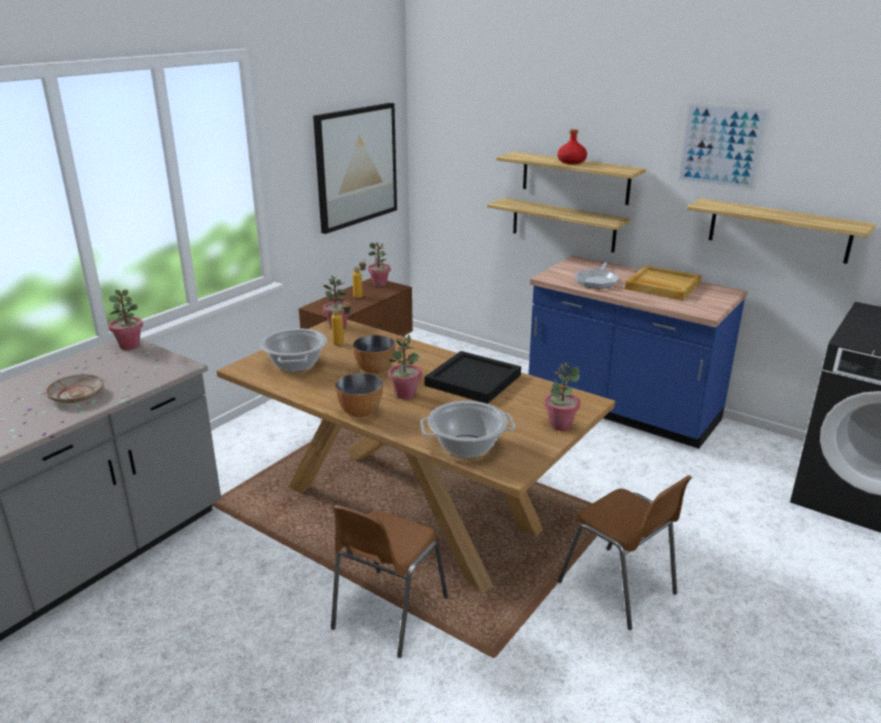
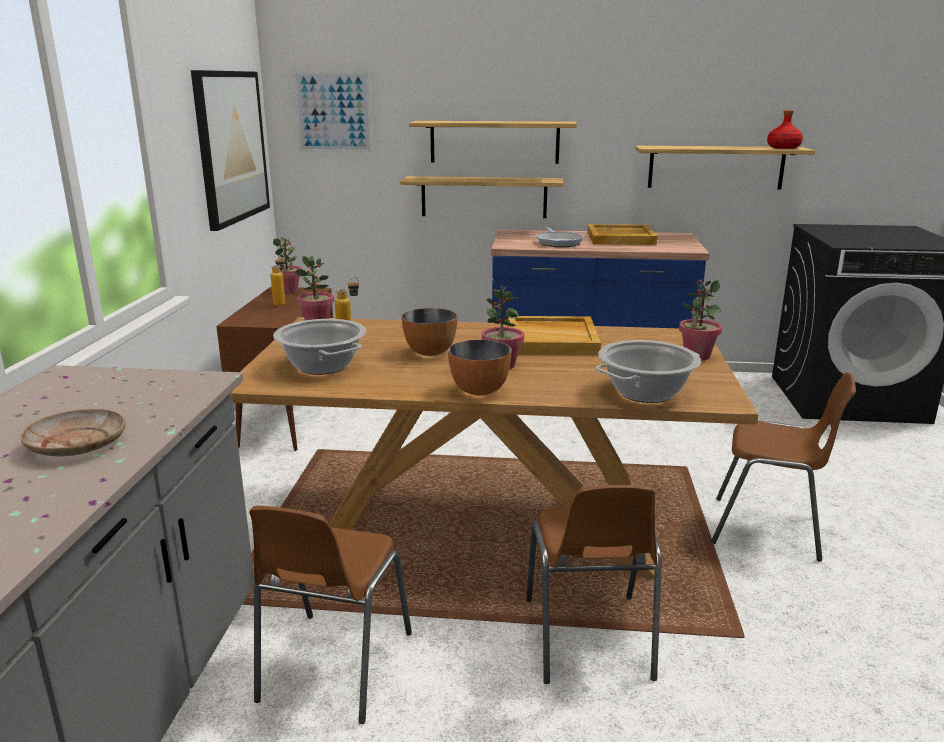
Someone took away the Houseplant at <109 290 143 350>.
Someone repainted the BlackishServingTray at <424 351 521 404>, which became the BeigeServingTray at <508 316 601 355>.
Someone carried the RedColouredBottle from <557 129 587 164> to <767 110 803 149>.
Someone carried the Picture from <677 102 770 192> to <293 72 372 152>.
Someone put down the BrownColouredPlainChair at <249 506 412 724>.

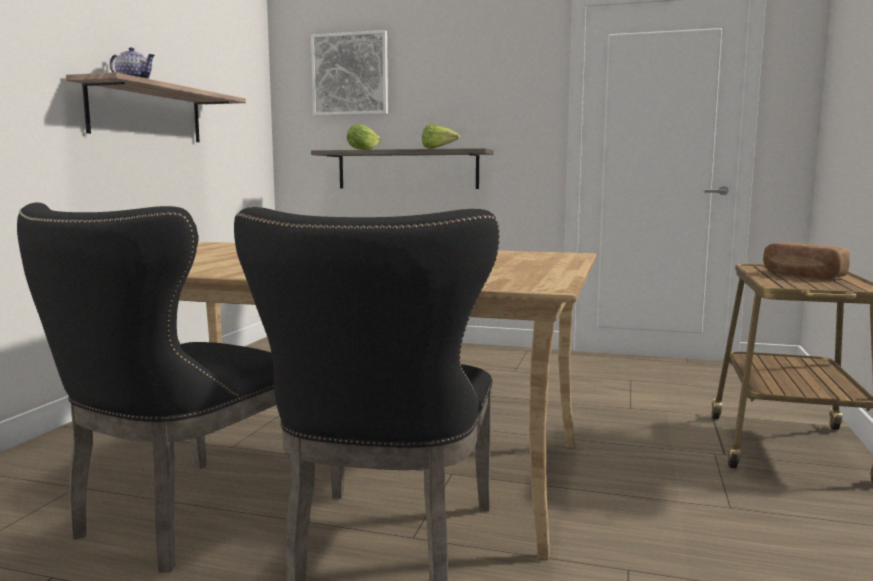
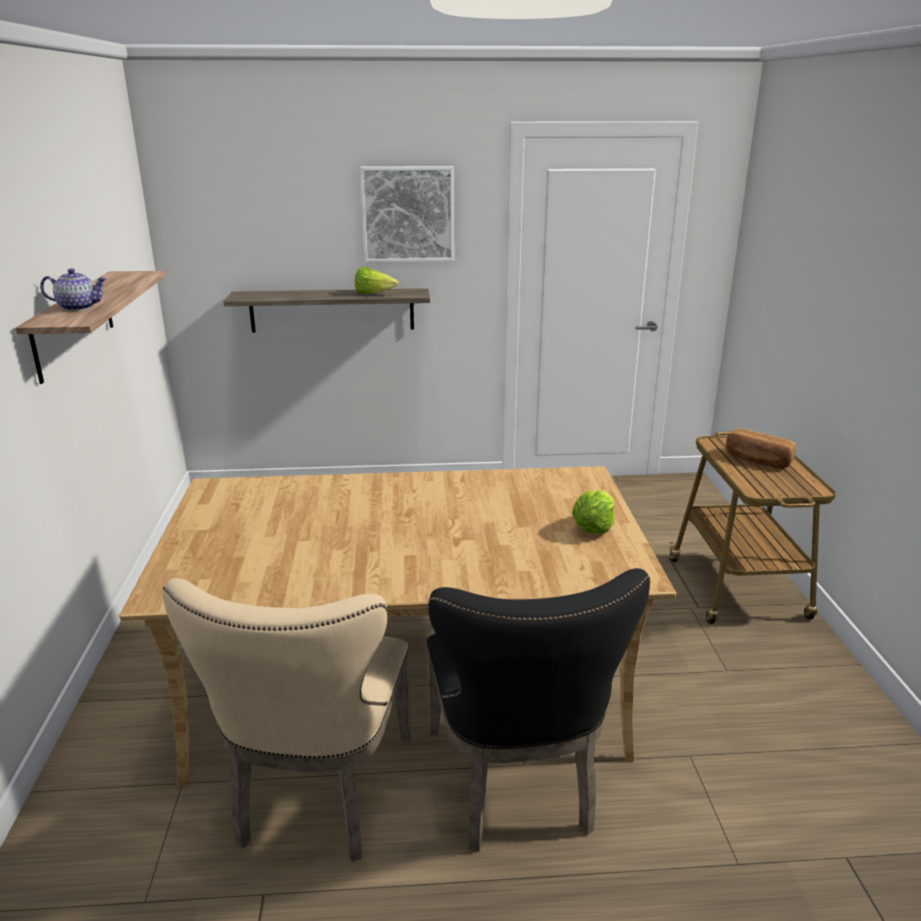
Someone repainted the BlackishPlainChair at <17 203 277 573>, which became the BeigePlainChair at <163 578 411 862>.
Someone carried the Picture from <311 30 388 116> to <360 166 454 263>.
Someone carried the HeadOfLettuce from <347 124 381 150> to <572 490 615 534>.

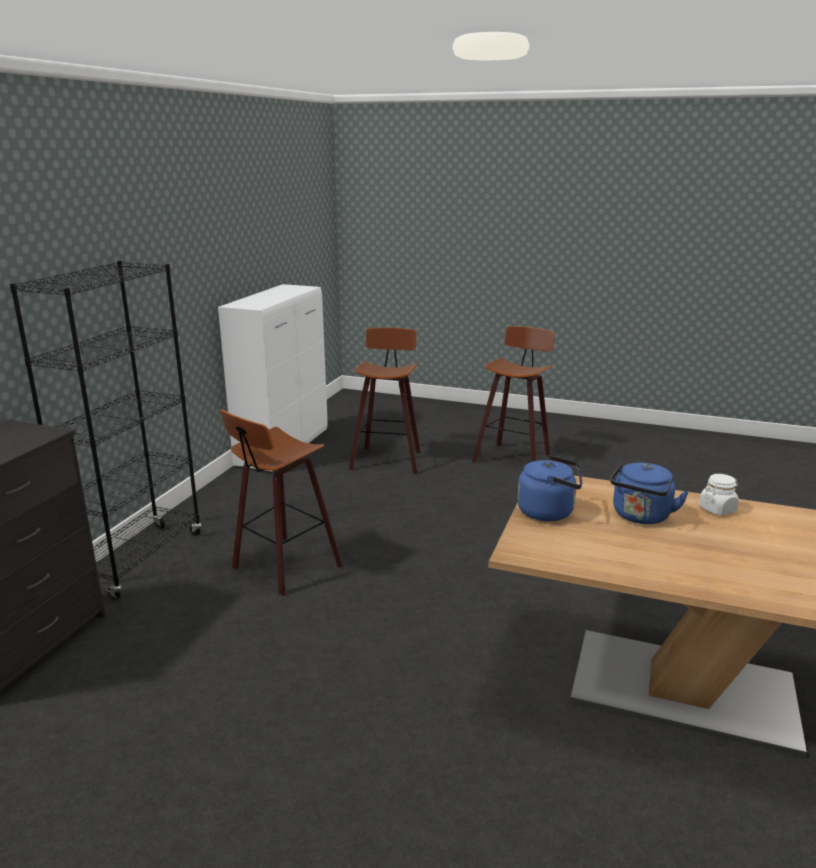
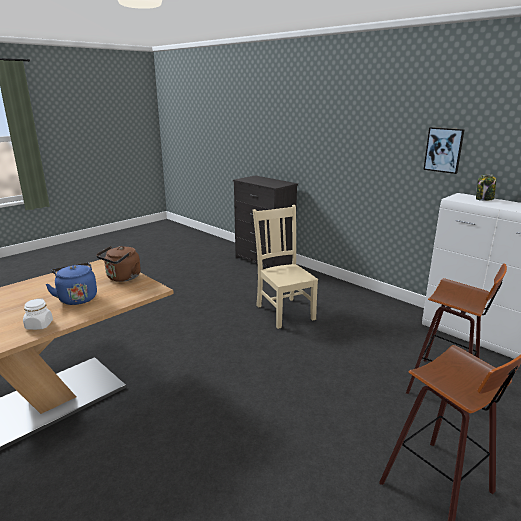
Someone took away the BlackishShelvingUnit at <10 261 201 600>.
Someone swapped the StoolSeat at <220 410 342 596> for the BeigePlainChair at <253 205 318 329>.
Someone repainted the BluishTeaKettle at <517 455 582 521>, which became the BrownColouredTeaKettle at <96 246 141 282>.
Someone put up the Picture at <423 127 465 174>.
Someone put down the StorageJar at <476 174 496 201>.

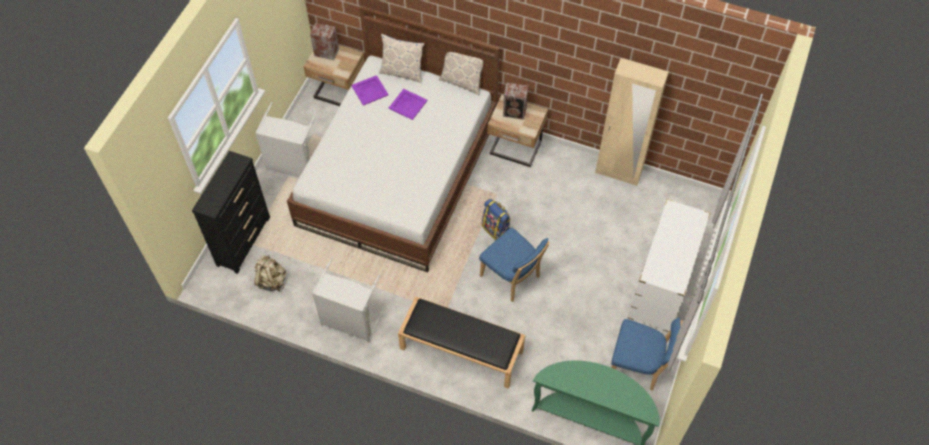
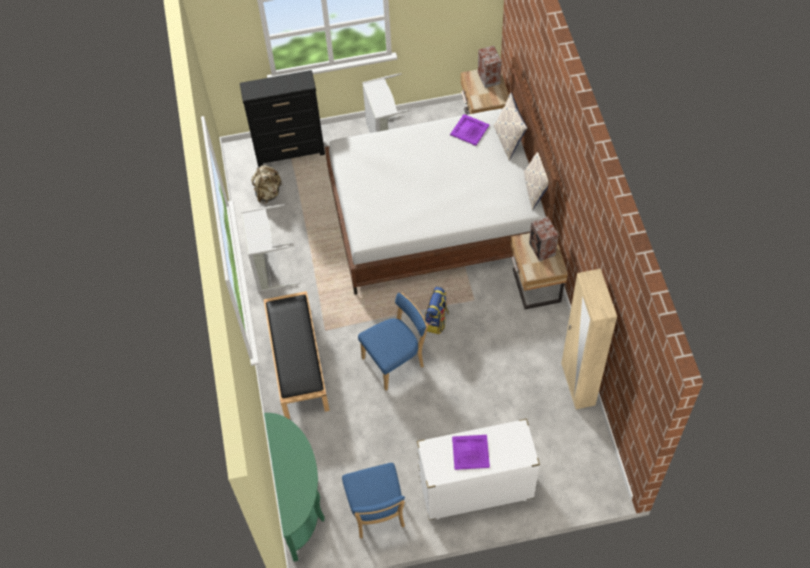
Someone carried the PurpleColouredServingTray from <389 89 427 120> to <452 435 490 470>.
Someone rotated the BluishPlainChair at <479 227 550 302> by 135 degrees counterclockwise.

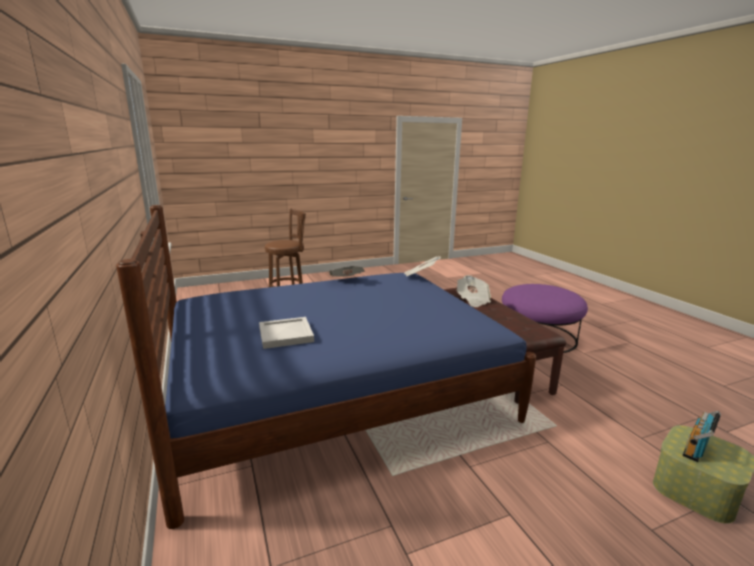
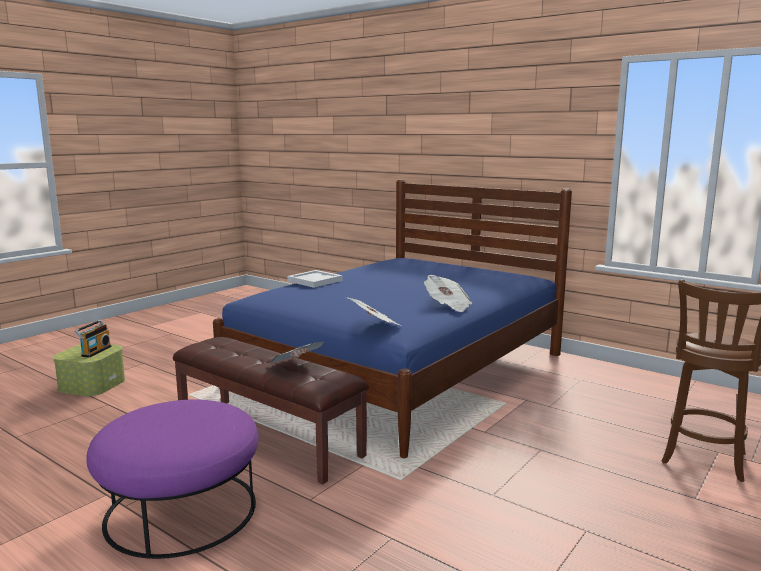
Someone carried the WhitishServingTray from <259 317 314 349> to <287 270 342 288>.

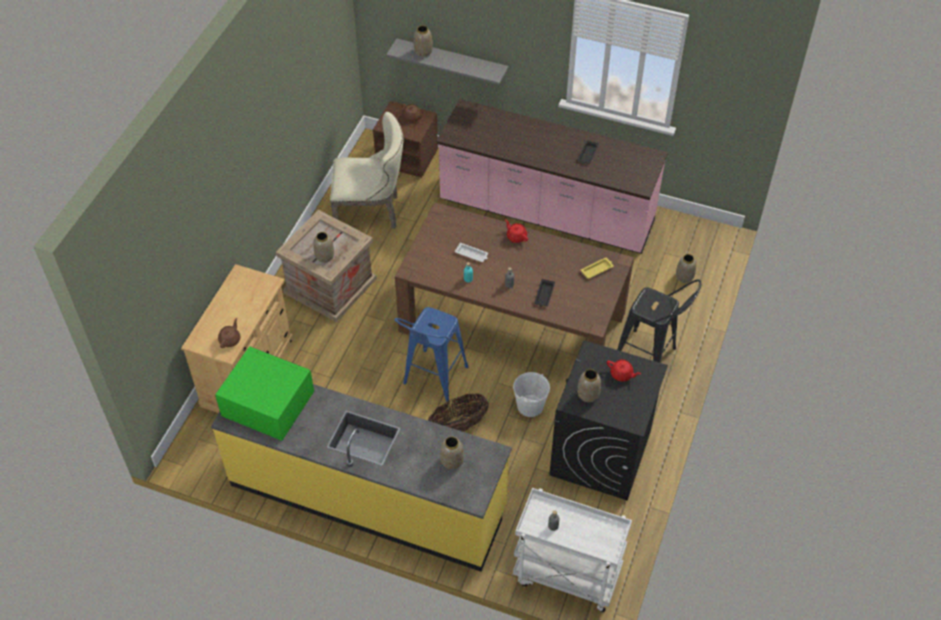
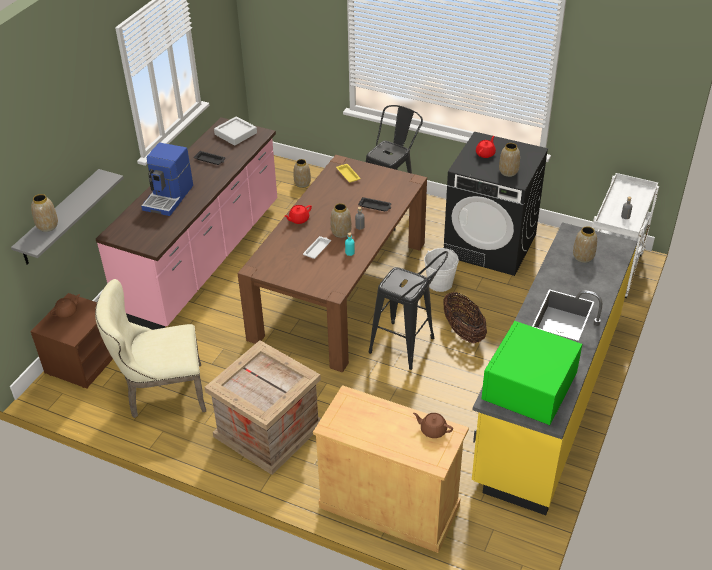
Someone carried the Vase from <313 232 334 263> to <330 203 352 238>.
Someone rotated the BeigePlainChair at <330 112 403 229> by 105 degrees counterclockwise.
Someone repainted the BluishStoolSeat at <394 307 468 401>, which became the BlackishStoolSeat at <369 251 448 370>.
Someone put down the CoffeeMachine at <141 143 193 216>.
Someone put down the GreyishServingTray at <214 116 257 146>.

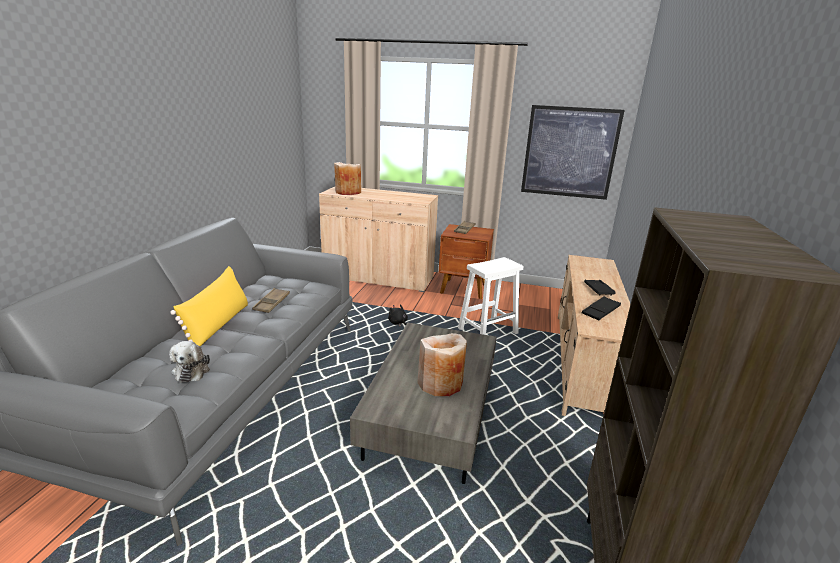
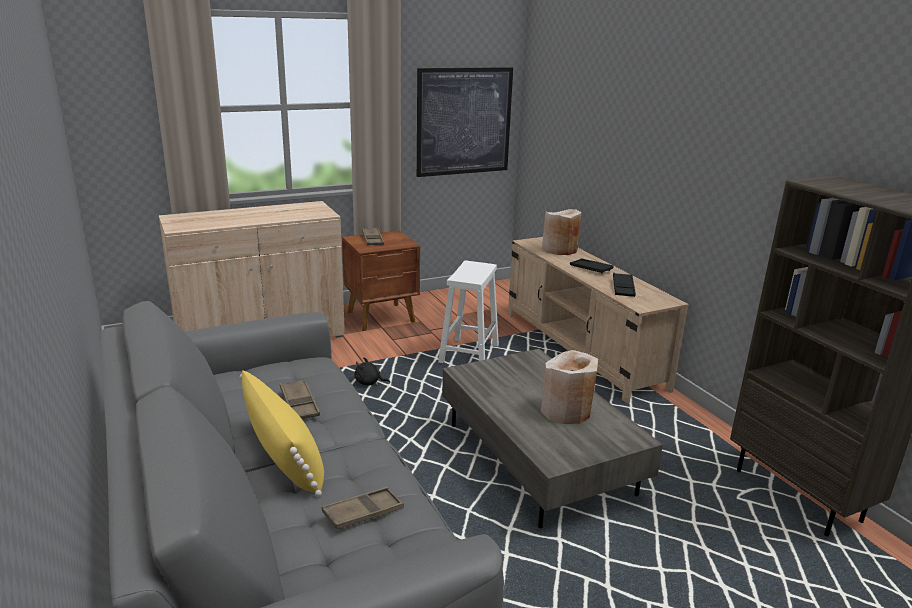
Someone swapped the PlushToy at <169 341 210 382> for the BrownColouredServingTray at <322 487 404 529>.
Someone carried the BeigeVase from <334 162 361 195> to <542 209 582 255>.

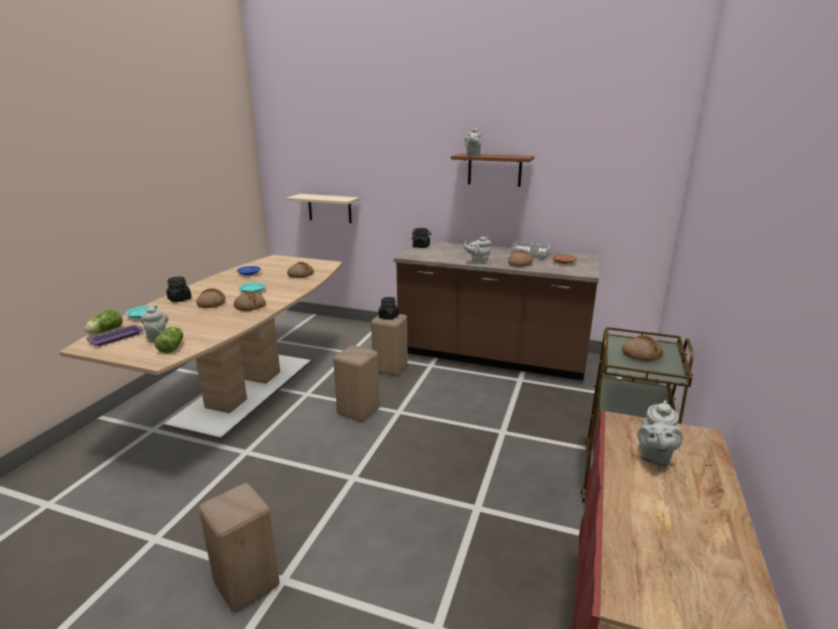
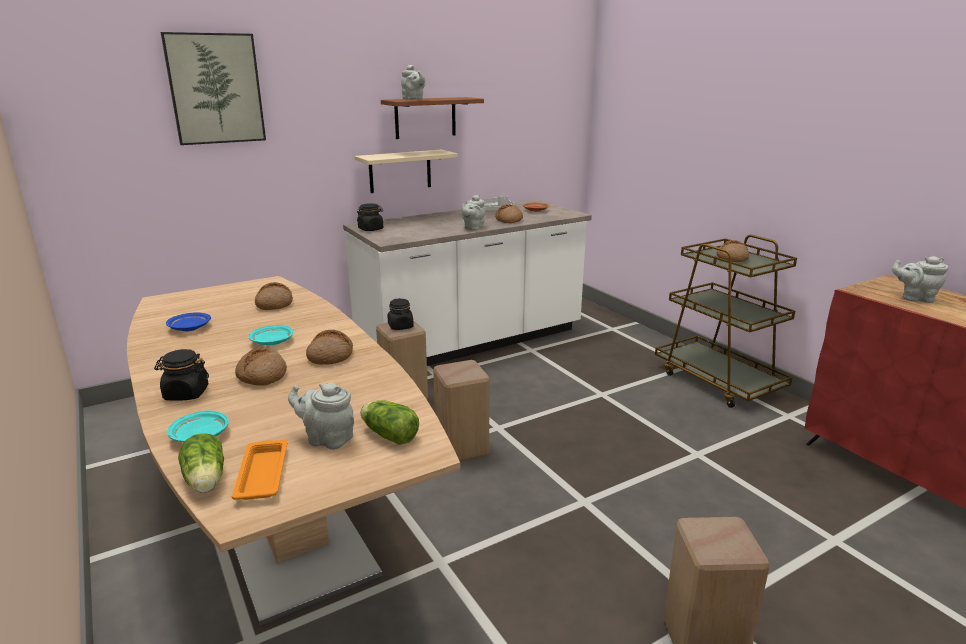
Someone repainted the PurpleColouredServingTray at <86 325 143 346>, which became the OrangeyServingTray at <232 440 288 500>.
Someone carried the BeigeBracketShelf from <287 194 359 223> to <355 150 458 193>.
Someone repainted the BrownColouredCounter at <394 241 601 381>, which became the WhitishCounter at <343 200 592 366>.
Someone rotated the GreyishTeaPot at <637 400 683 467> by 135 degrees clockwise.
Someone put up the Picture at <161 32 266 145>.

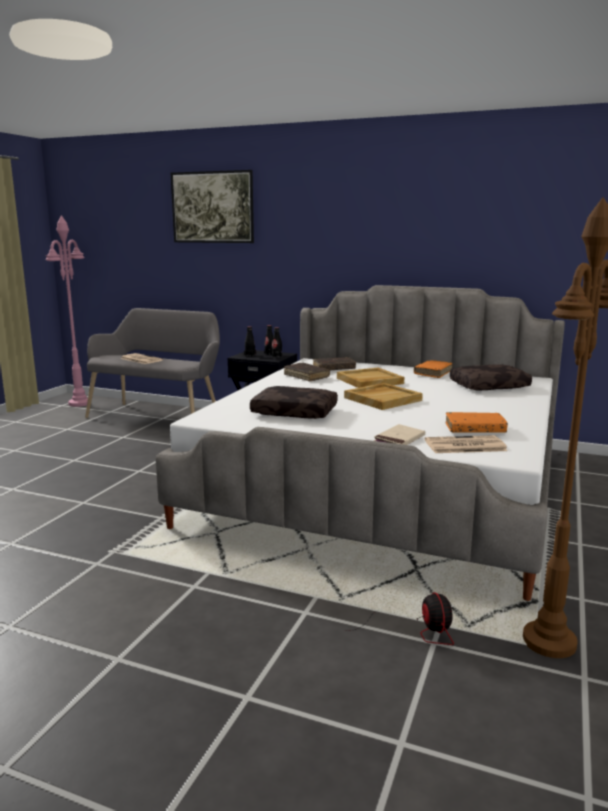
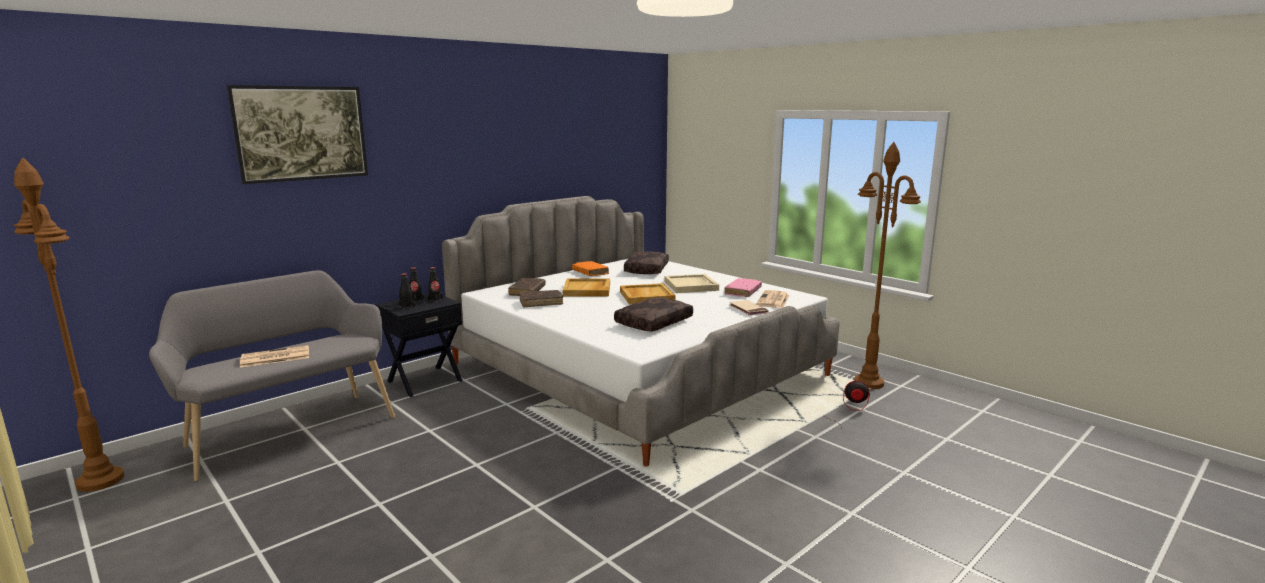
Someone repainted the PinkColouredFloorLamp at <45 215 88 407>, which became the BrownColouredFloorLamp at <14 157 124 492>.
Someone repainted the OrangeyBoundBook at <445 412 508 433>, which became the PinkColouredBoundBook at <725 278 762 297>.
Someone put down the BeigeServingTray at <665 274 719 293>.

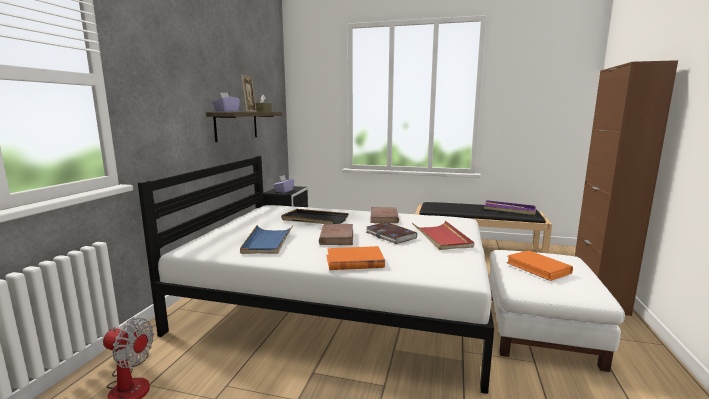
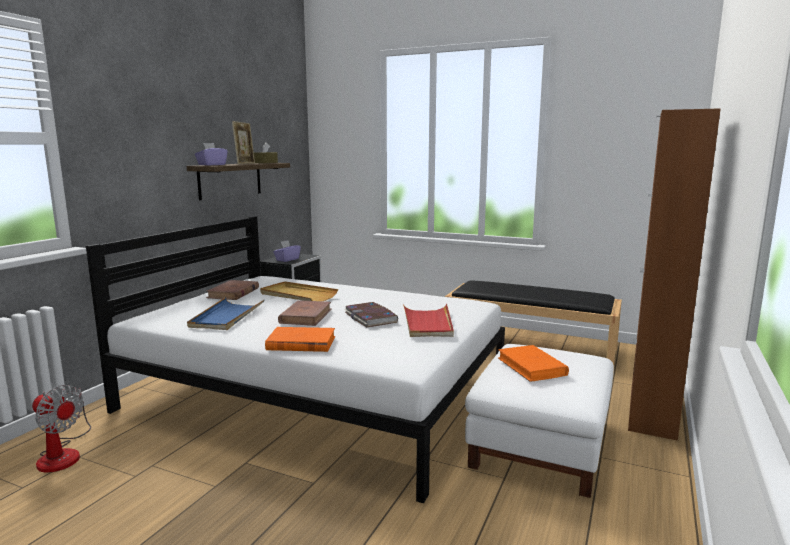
Someone repainted the BlackishServingTray at <281 209 349 224>, which became the BeigeServingTray at <260 281 338 301>.
Someone carried the BrownColouredBoundBook from <370 207 399 223> to <206 280 259 300>.
Someone took away the PurpleColouredServingTray at <483 200 536 215>.

